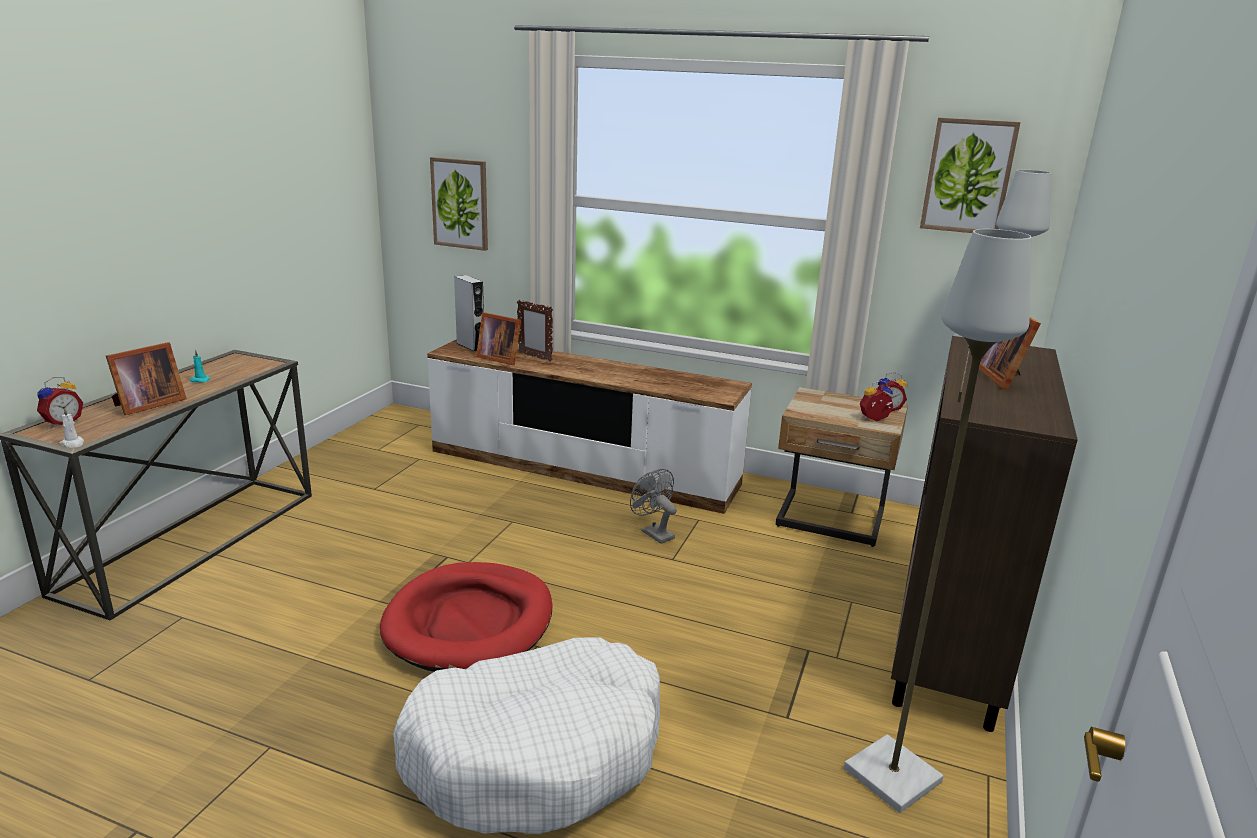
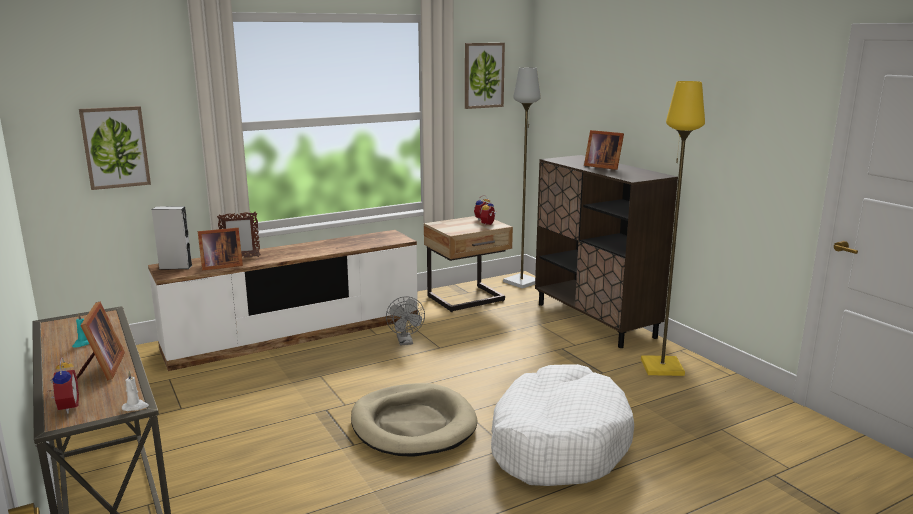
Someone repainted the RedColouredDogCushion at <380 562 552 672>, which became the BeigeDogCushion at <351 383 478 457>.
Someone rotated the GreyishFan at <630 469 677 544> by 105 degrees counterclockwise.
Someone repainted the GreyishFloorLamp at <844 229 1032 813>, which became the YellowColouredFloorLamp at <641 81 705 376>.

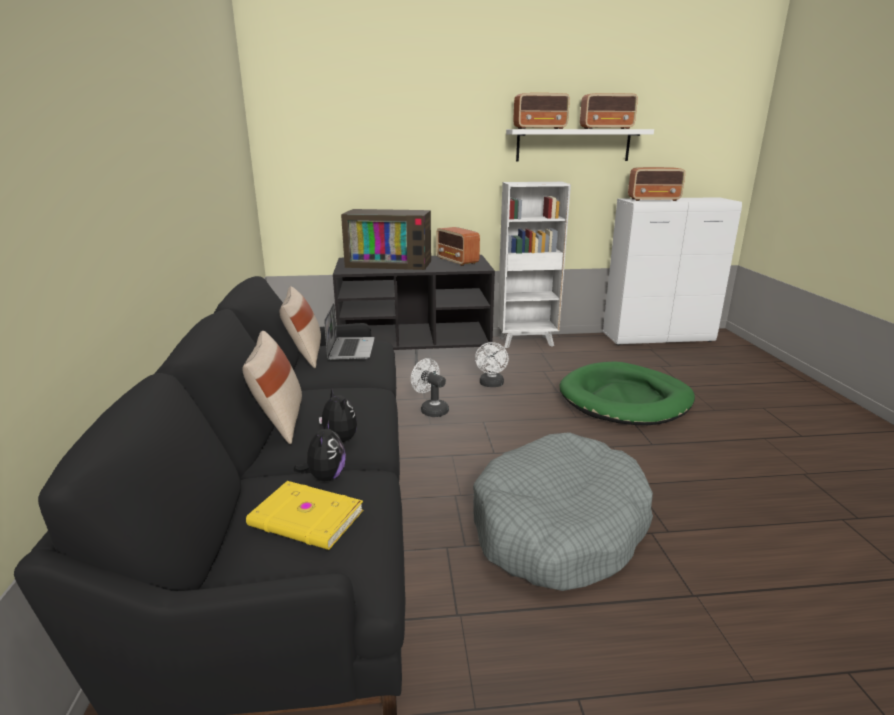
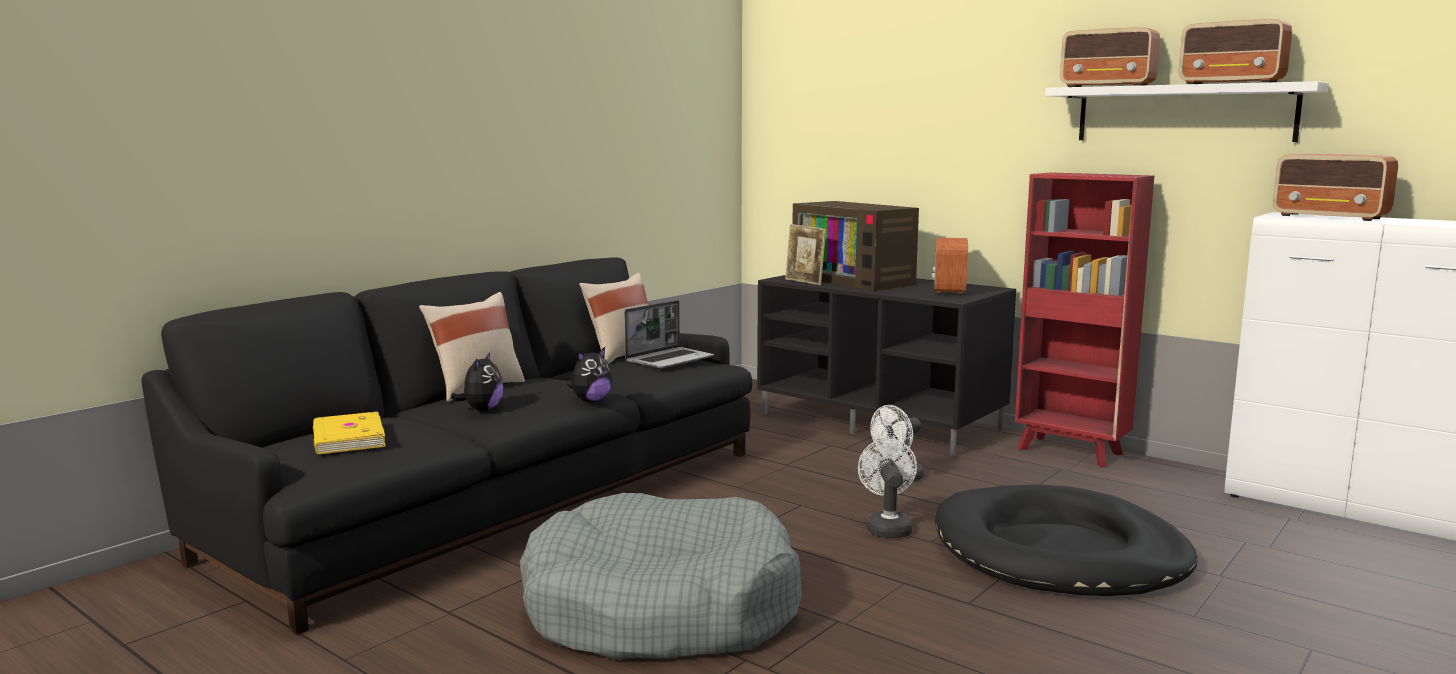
Someone carried the PlushToy from <294 419 346 481> to <567 347 612 402>.
Someone carried the WhitishFan from <411 358 449 417> to <858 439 917 538>.
Someone repainted the WhitishShelvingUnit at <497 182 571 348>, which became the RedColouredShelvingUnit at <1015 172 1154 467>.
Someone repainted the GreenishDogCushion at <559 362 695 425>, which became the BlackishDogCushion at <935 485 1198 596>.
Someone put down the StandingFrame at <785 224 826 285>.

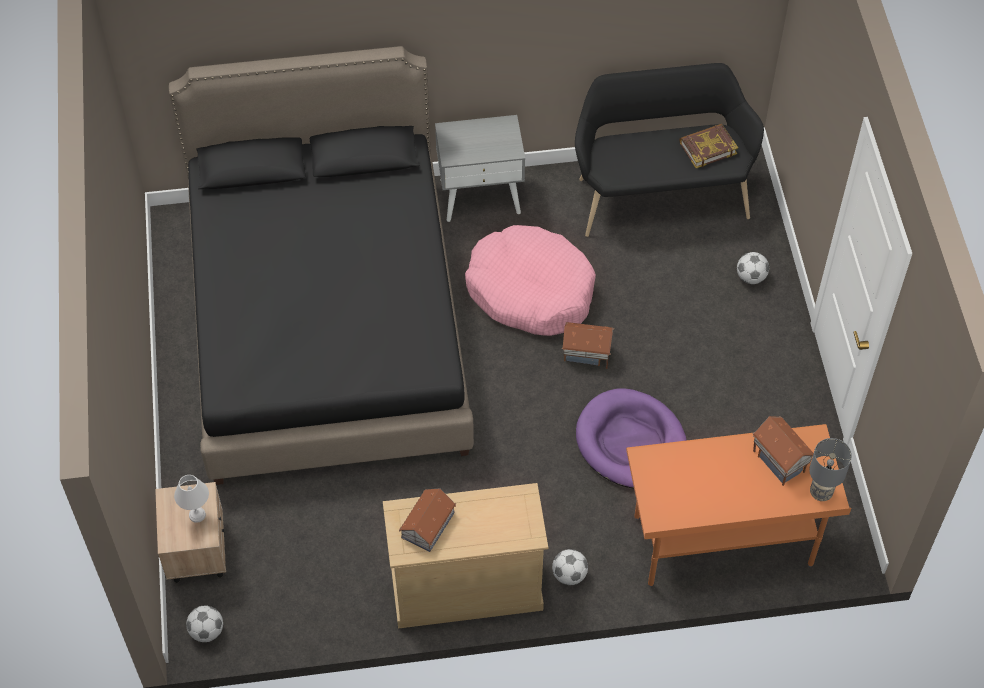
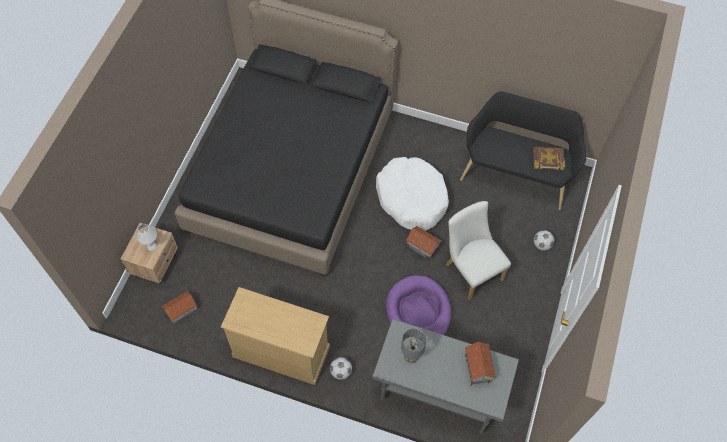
Someone took away the Football at <186 606 223 642>.
Someone carried the ModelHouse from <399 488 456 552> to <162 291 198 324>.
Someone took away the GreyishNightTable at <435 115 525 222>.
Someone repainted the PinkColouredDogCushion at <465 225 596 336>, which became the WhitishDogCushion at <376 157 449 231>.
Someone repainted the OrangeyDeskTable at <626 424 851 587>, which became the GreyishDeskTable at <372 319 519 434>.
Someone carried the GreyishTabletopLamp from <809 438 852 501> to <401 329 427 364>.
Someone put down the WhitishPlainChair at <446 201 511 300>.

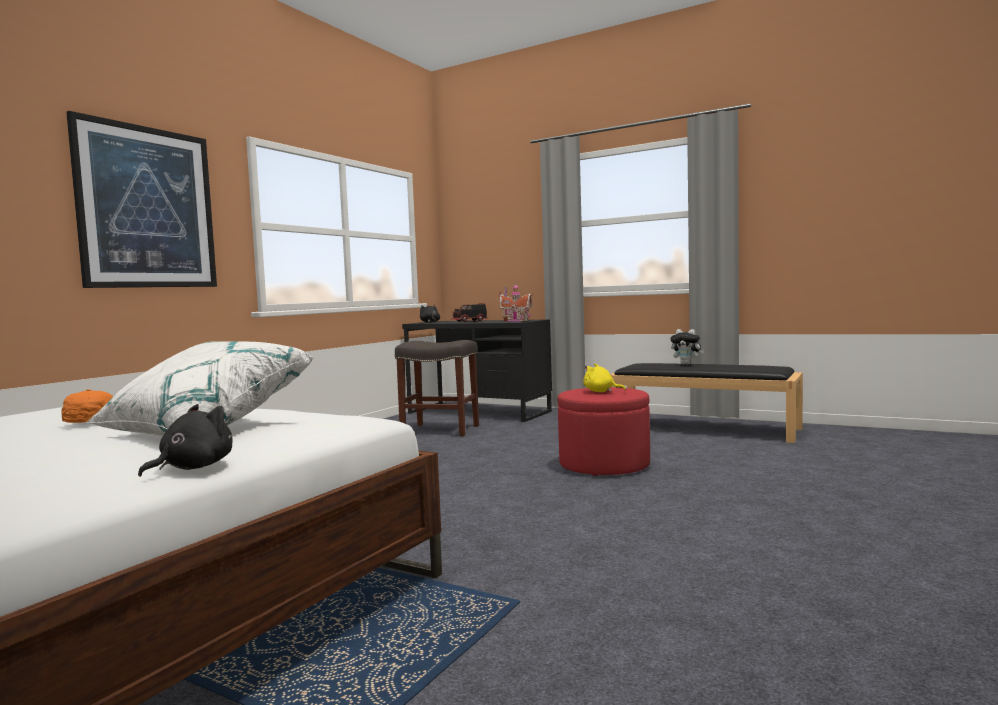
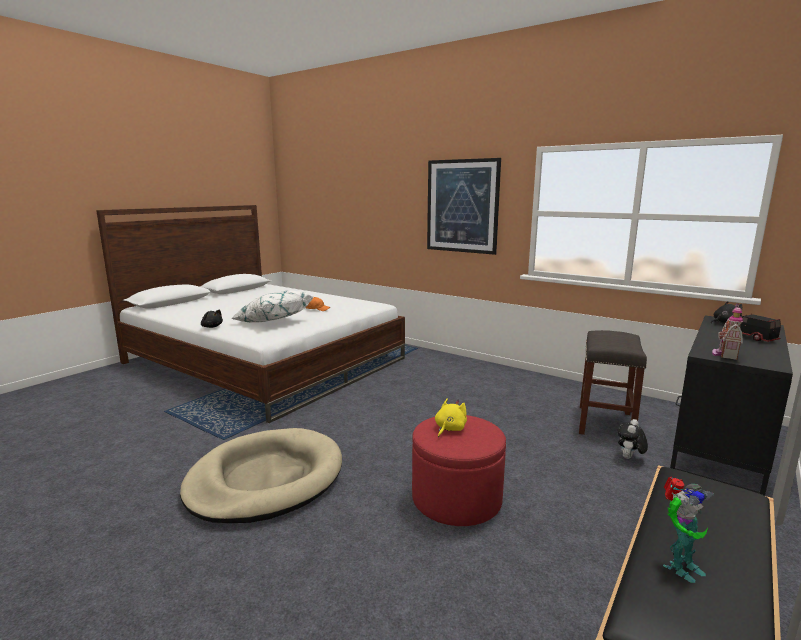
Someone carried the PlushToy from <670 329 704 365> to <617 419 648 459>.
Someone put down the BeigeDogCushion at <180 428 342 523>.
Someone put down the ModelRobot at <663 477 714 583>.

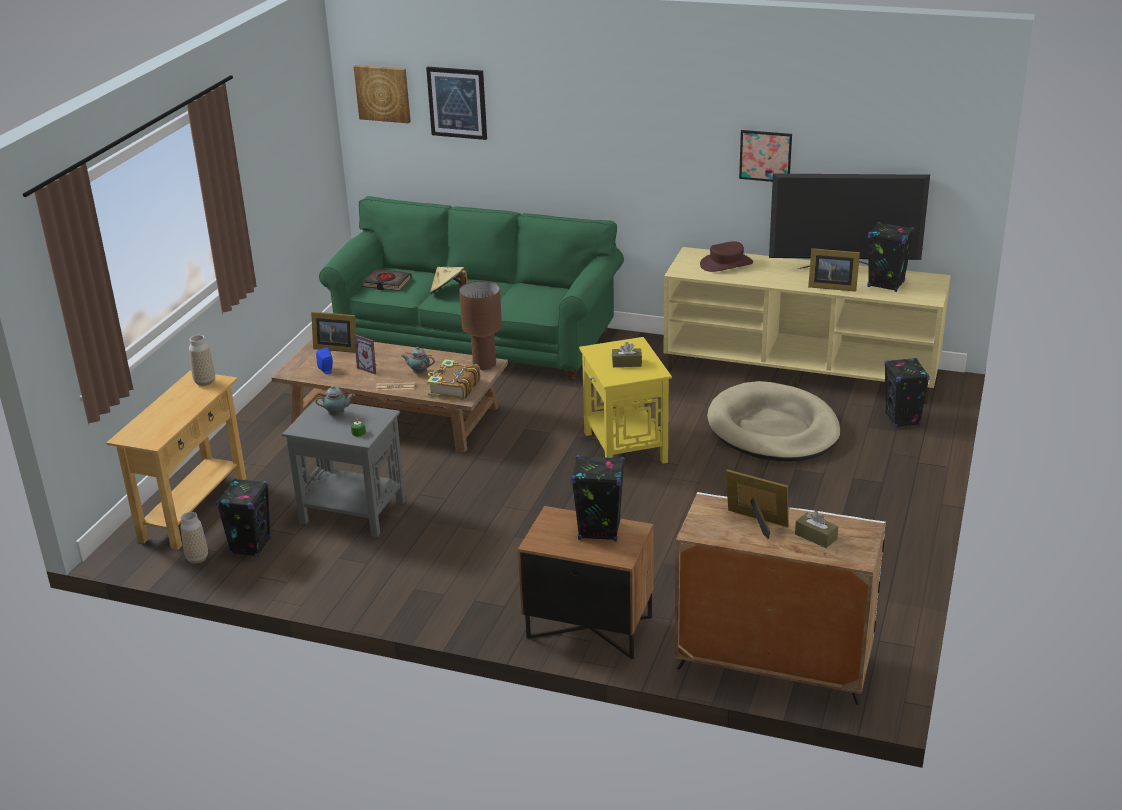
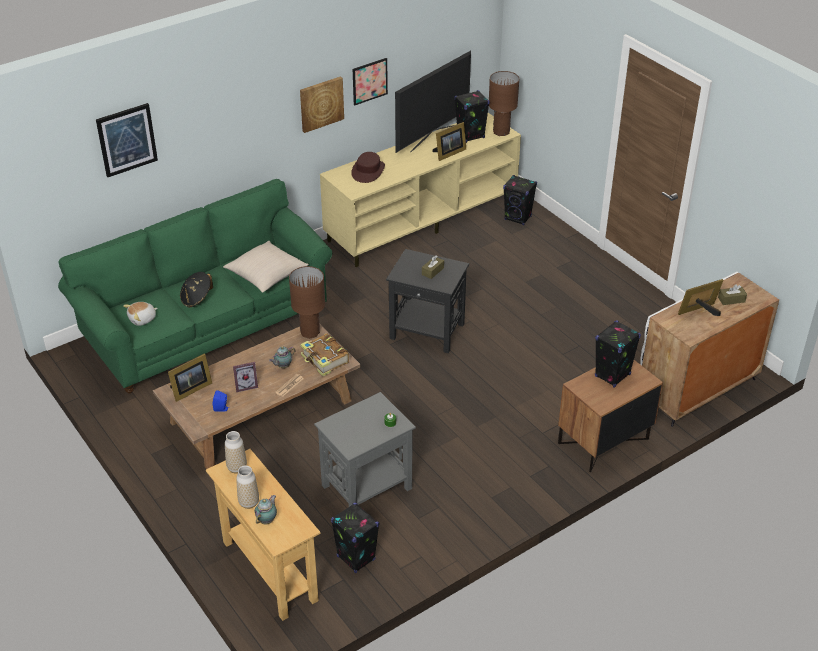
Someone carried the Vase from <181 512 208 564> to <236 465 259 509>.
Someone carried the TeaPot from <316 386 355 416> to <254 495 277 524>.
Someone carried the Picture from <353 65 411 123> to <300 76 344 133>.
Someone swapped the BlackishBoundBook at <362 269 412 291> for the PlushToy at <123 302 158 326>.
Someone repainted the BeigeWearableHat at <430 267 467 294>, which became the BlackishWearableHat at <180 272 213 307>.
Someone repainted the YellowColouredSideTable at <579 337 672 464>, which became the BlackishSideTable at <386 249 469 353>.
Someone took away the BeigeDogCushion at <707 381 841 461>.
Someone put down the BeigePillow at <223 241 309 293>.
Someone put down the BrownColouredTabletopLamp at <489 71 519 136>.

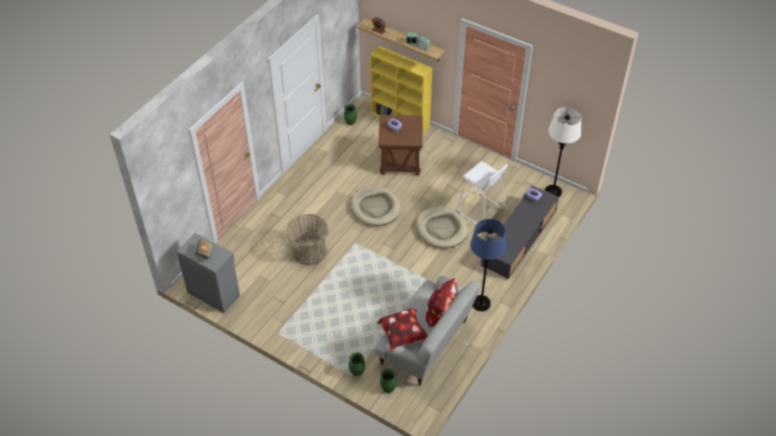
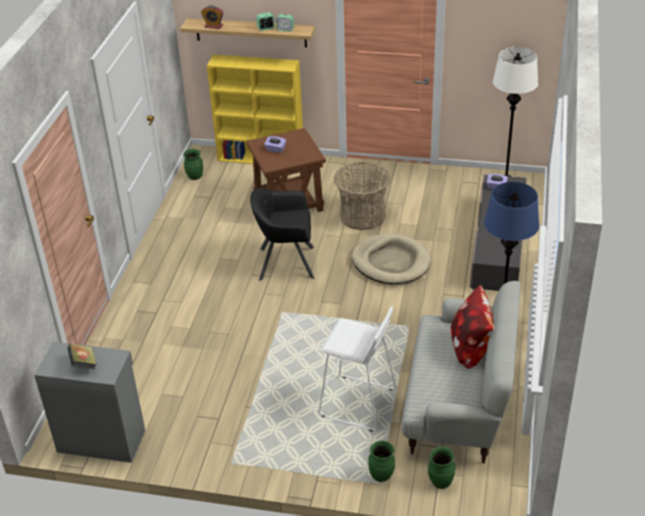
Someone carried the HouseholdBasket from <287 214 329 265> to <334 162 391 230>.
Someone swapped the BeigeDogCushion at <351 186 401 226> for the BlackishArmchair at <250 188 314 281>.
Someone took away the Pillow at <377 308 428 352>.
Someone carried the WhitishStoolSeat from <457 161 508 225> to <319 306 396 432>.

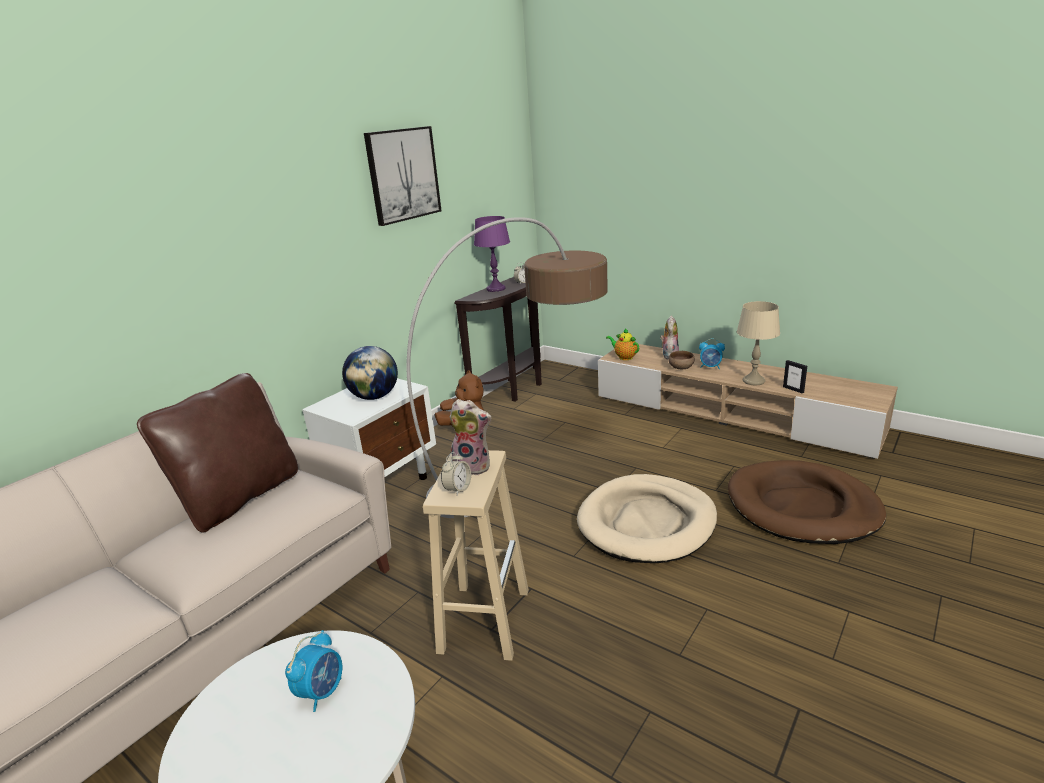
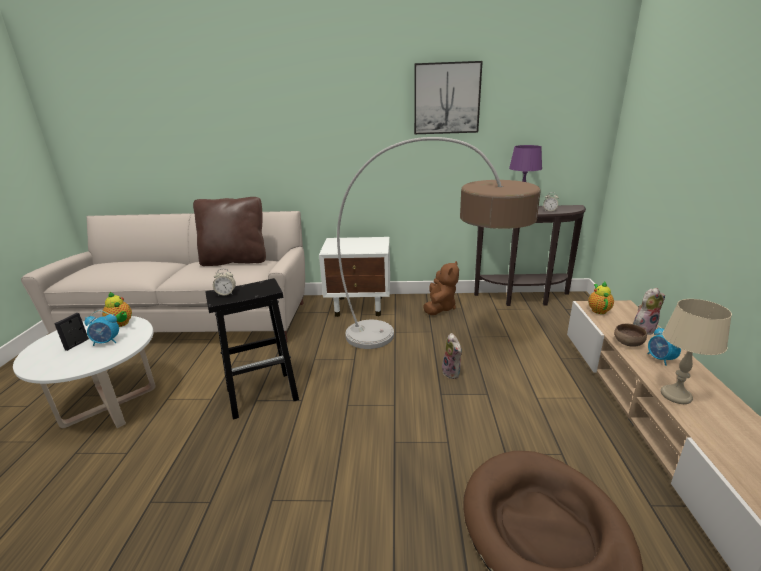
Someone took away the DeskGlobe at <342 346 398 400>.
Someone repainted the BeigeStoolSeat at <423 450 529 661>, which became the BlackishStoolSeat at <205 278 299 420>.
Someone carried the PlushToy from <450 399 492 475> to <442 333 462 379>.
Someone took away the BeigeDogCushion at <577 474 717 563>.
Someone carried the StandingFrame from <783 360 807 394> to <54 313 89 351>.
Someone put down the TeaPot at <102 292 132 327>.

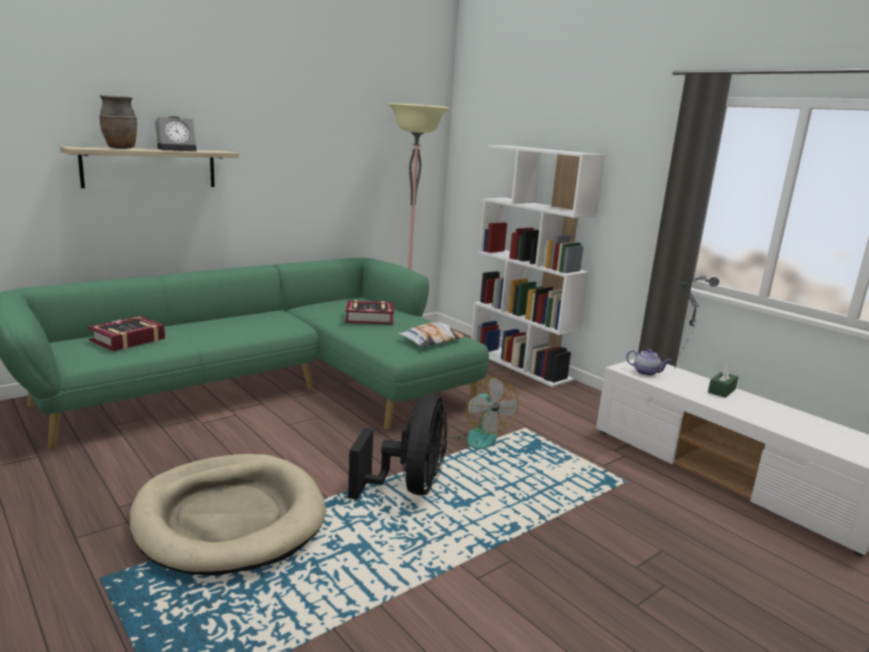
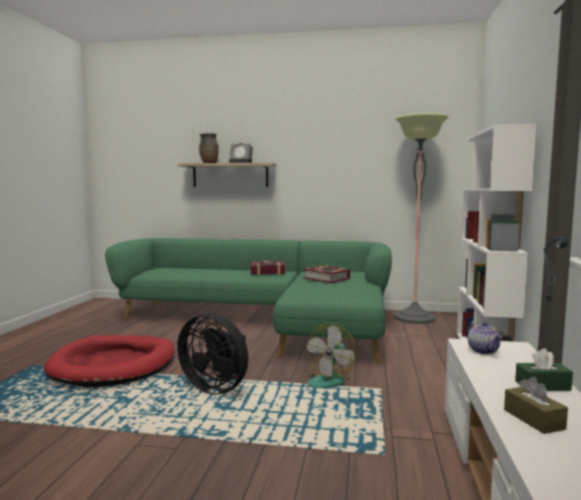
Someone carried the BoundBook from <88 316 165 351> to <251 261 285 275>.
Someone repainted the BeigeDogCushion at <129 454 326 576>, which became the RedColouredDogCushion at <44 335 175 388>.
Someone rotated the BlackishFan at <348 394 447 500> by 60 degrees clockwise.
Someone took away the Pillow at <398 322 465 347>.
Someone put down the BrownColouredTissueBox at <504 377 568 434>.

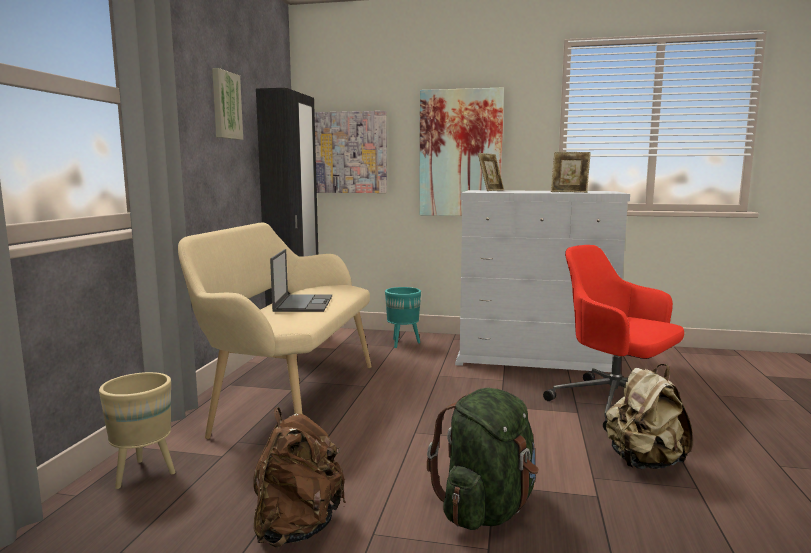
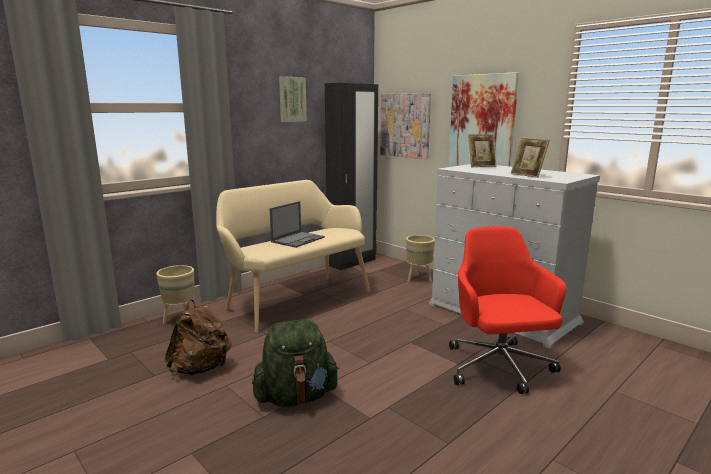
Someone repainted the TurquoisePlanter at <385 287 421 348>, which became the BeigePlanter at <406 235 435 282>.
Someone took away the BeigeKnapsack at <606 364 693 469>.

